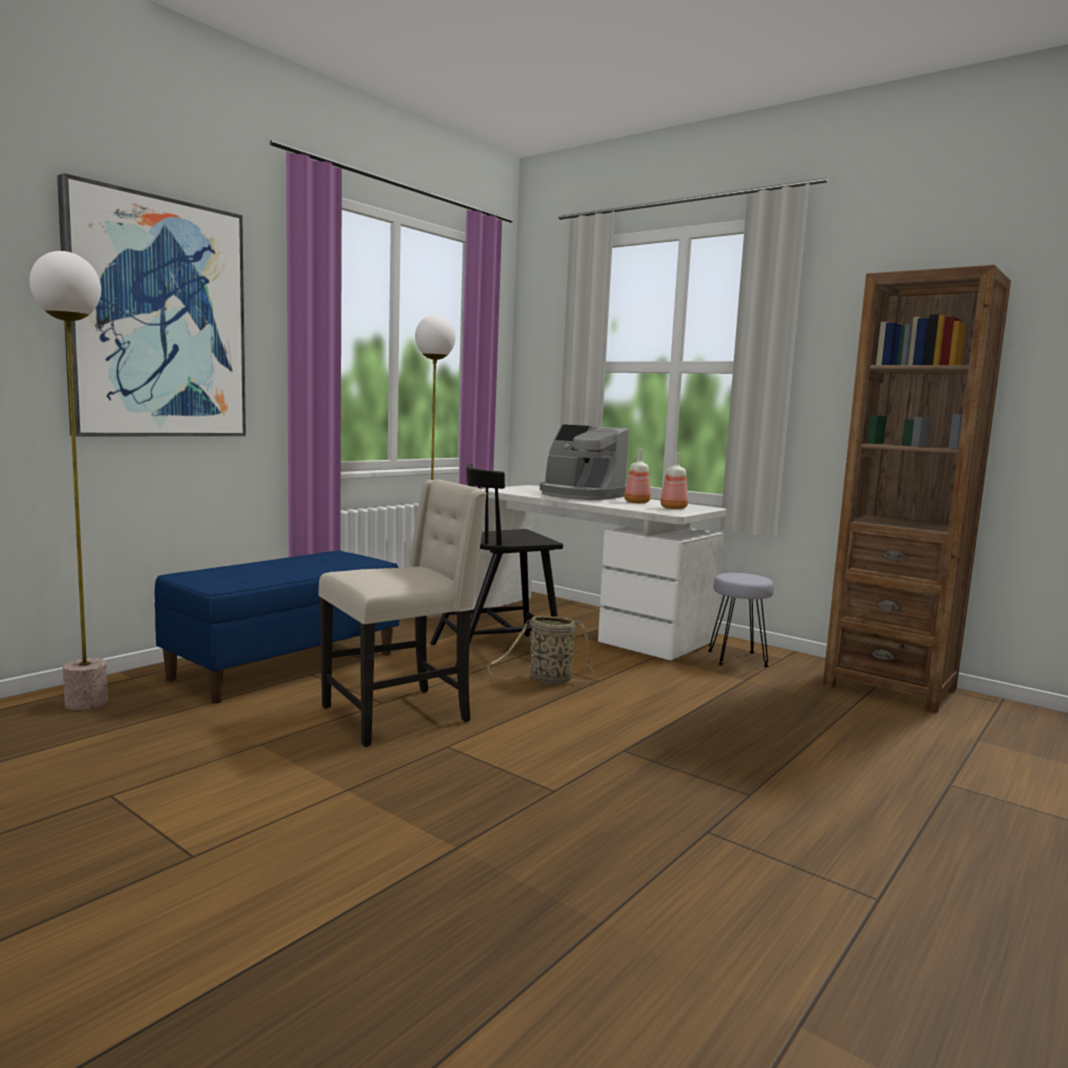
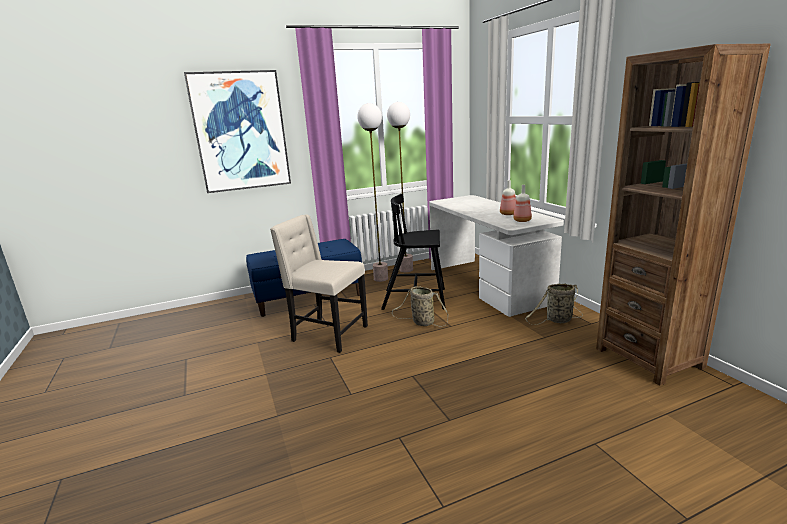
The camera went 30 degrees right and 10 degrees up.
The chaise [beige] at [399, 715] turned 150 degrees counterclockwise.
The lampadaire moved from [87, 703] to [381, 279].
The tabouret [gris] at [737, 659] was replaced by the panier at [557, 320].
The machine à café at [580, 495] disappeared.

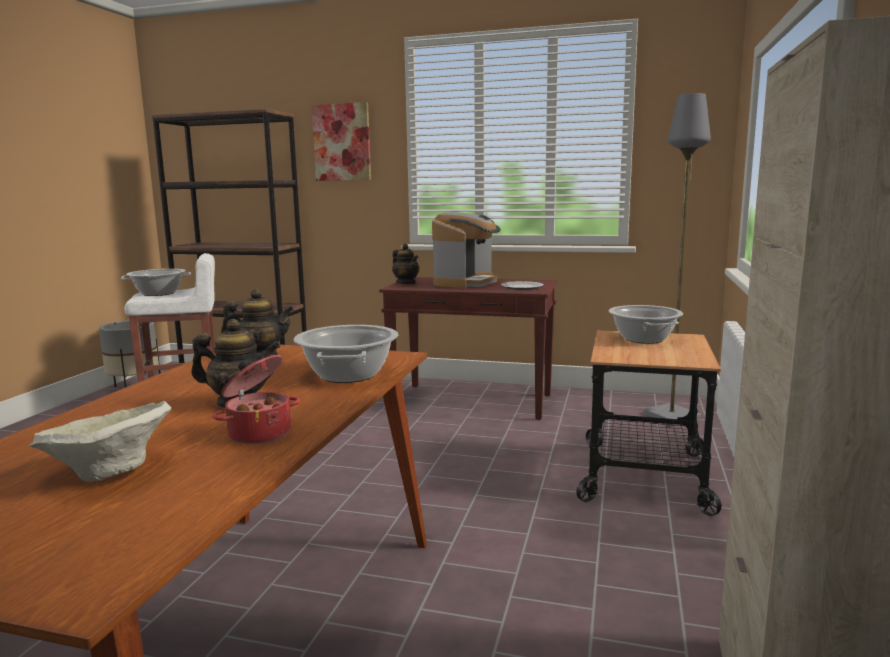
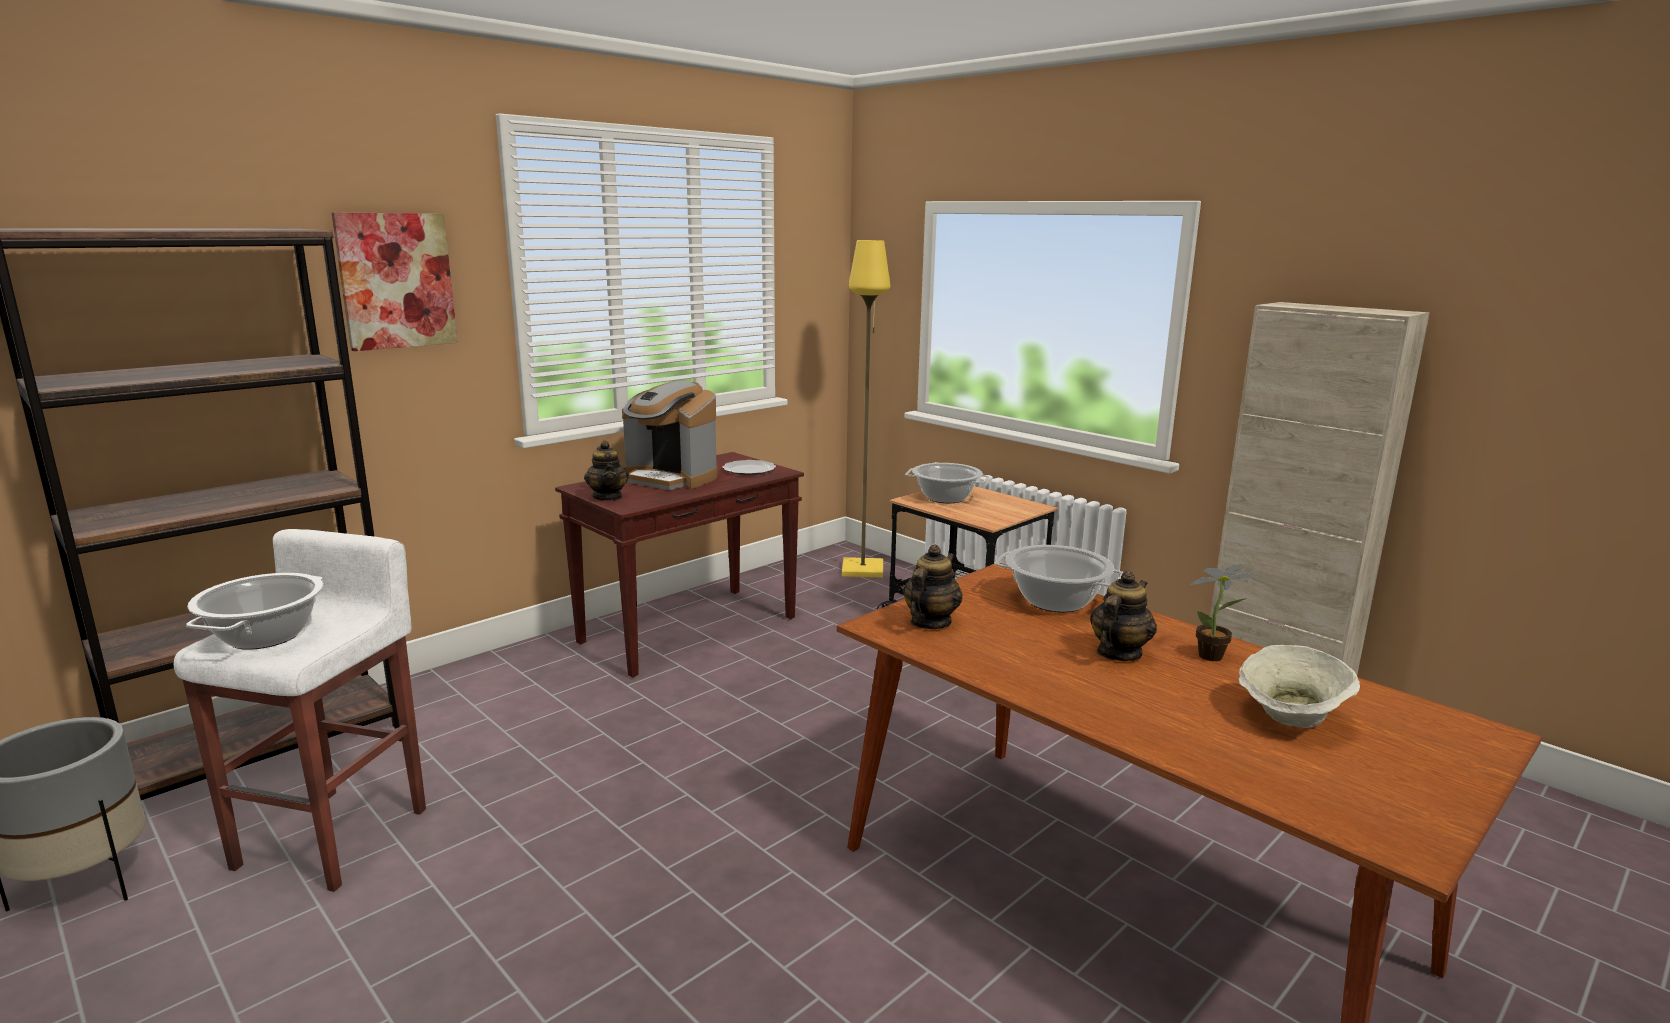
The camera went 60 degrees left and 5 degrees up.
The théière at [406, 283] turned 75 degrees clockwise.
The machine à café at [466, 283] turned 150 degrees clockwise.
The lampadaire [gris] at [672, 416] became the lampadaire [jaune] at [863, 569].
The marmite at [259, 433] was replaced by the plante en pot at [1215, 657].

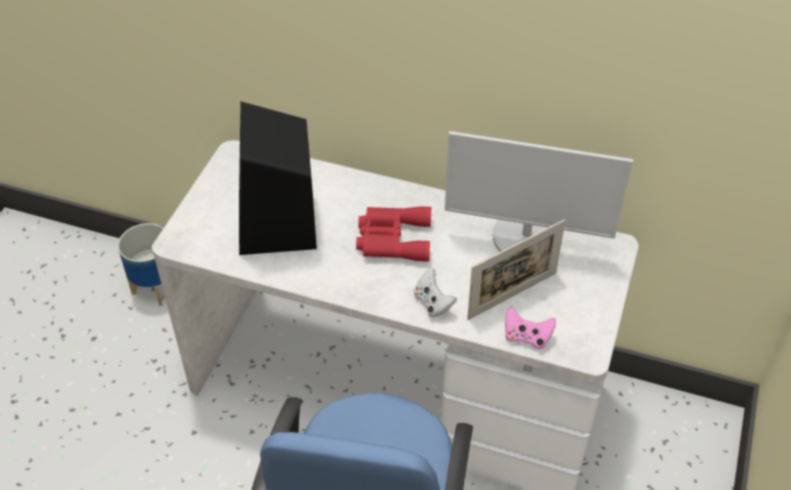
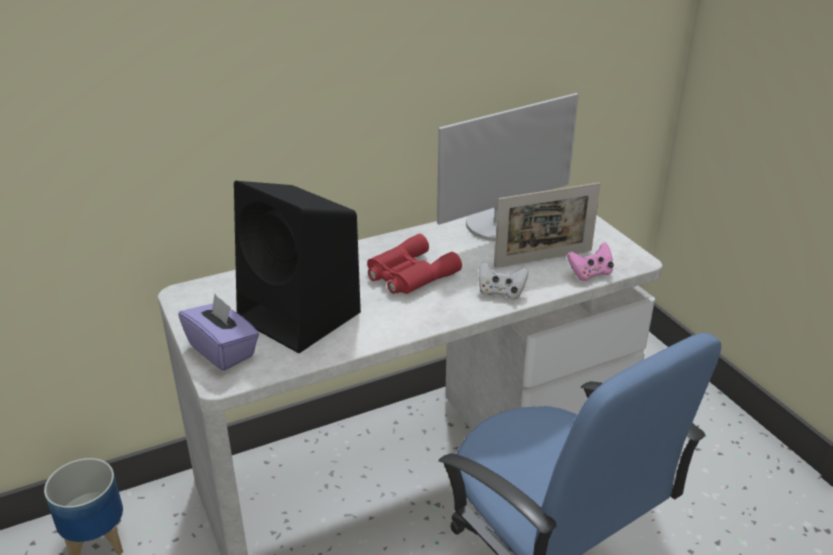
The camera went 45 degrees left and 15 degrees down.
The boîte à mouchoirs [violet] at [223, 350] appeared.
The cadre photo at [512, 295] turned 60 degrees clockwise.

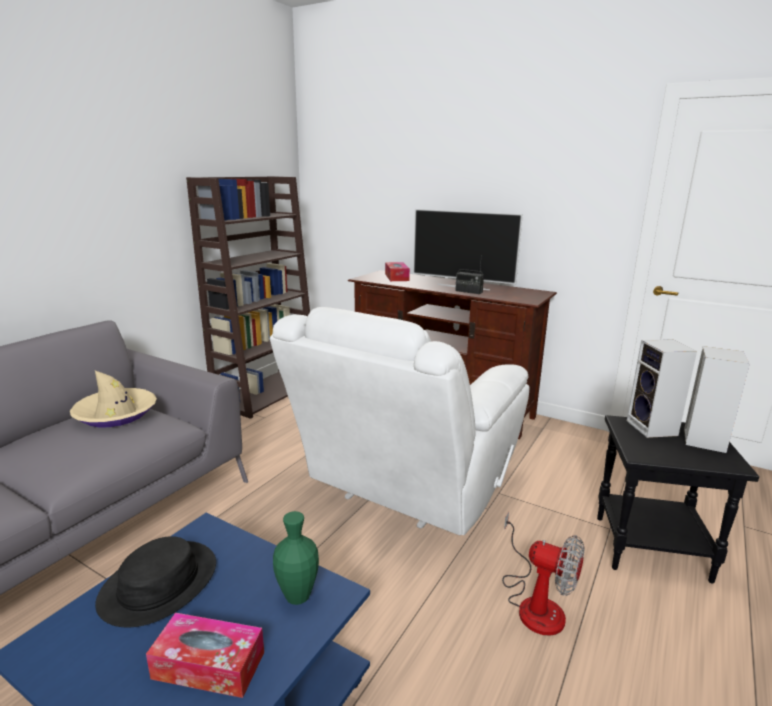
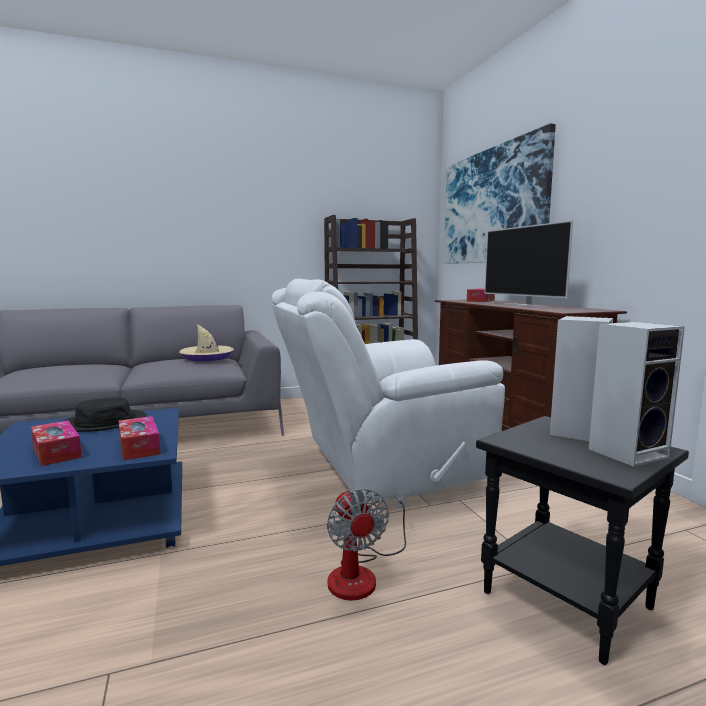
The camera went 40 degrees right and 10 degrees down.
The vase [vert] at [297, 596] was replaced by the boîte à mouchoirs at [139, 446].
The tableau at [492, 206] appeared.
The radio at [468, 291] disappeared.

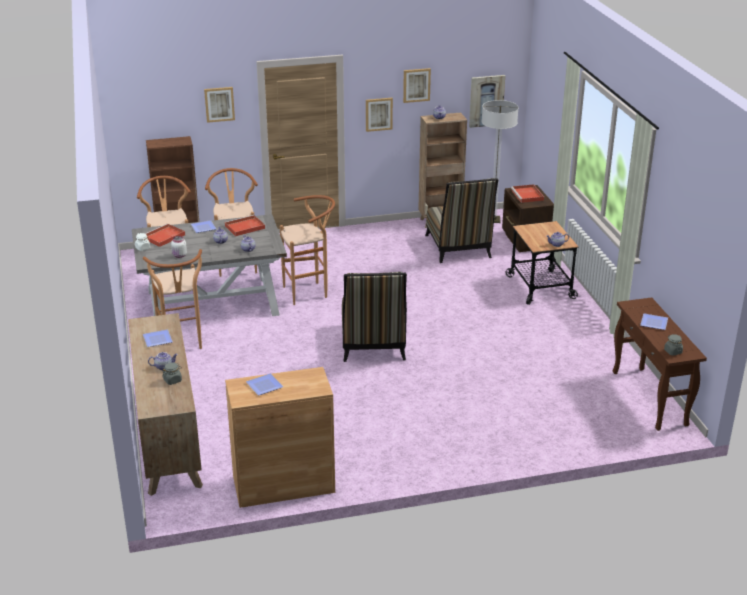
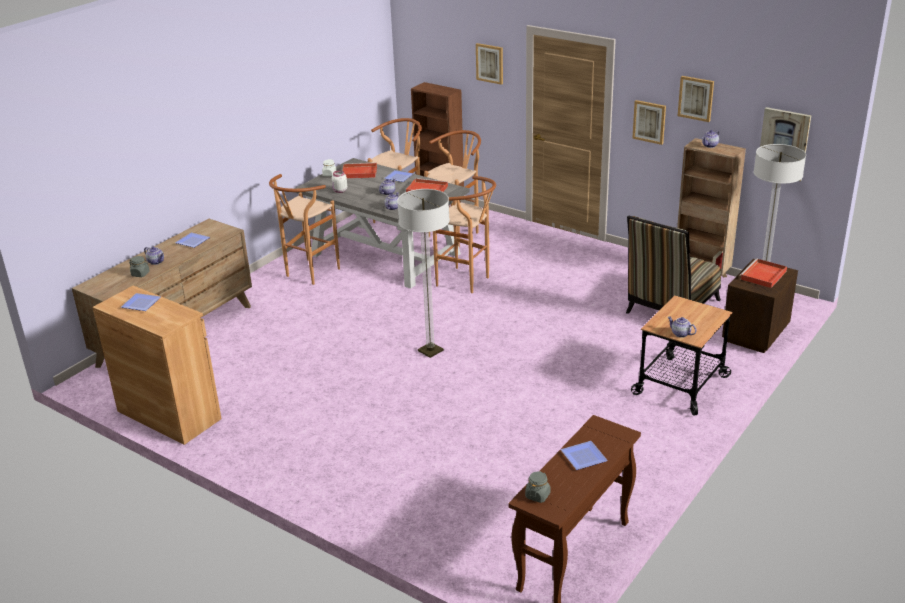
The camera went 50 degrees right and 0 degrees up.
The chaise at [373, 345] was replaced by the lampadaire at [430, 351].

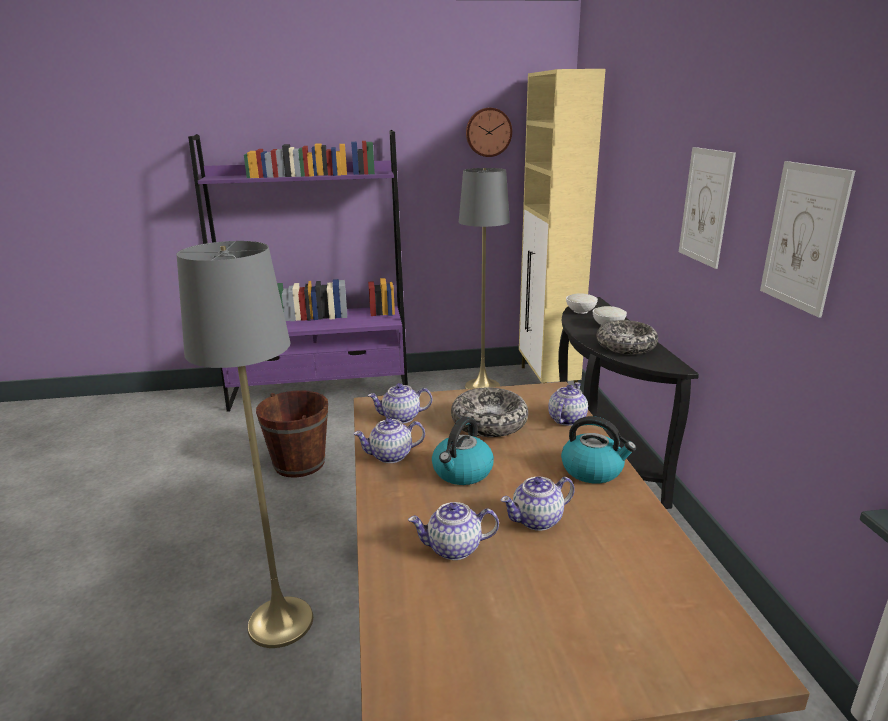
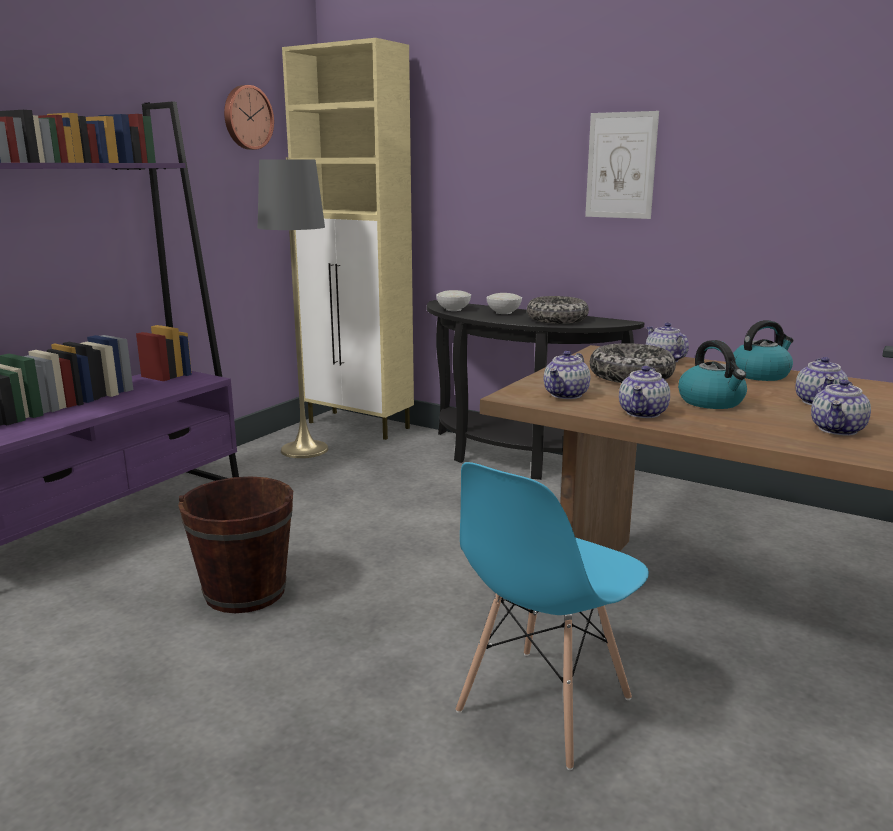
The camera went 50 degrees left and 5 degrees down.
The lampadaire [gris] at [280, 622] was replaced by the chaise [bleu] at [543, 705].
The tableau at [803, 237] disappeared.

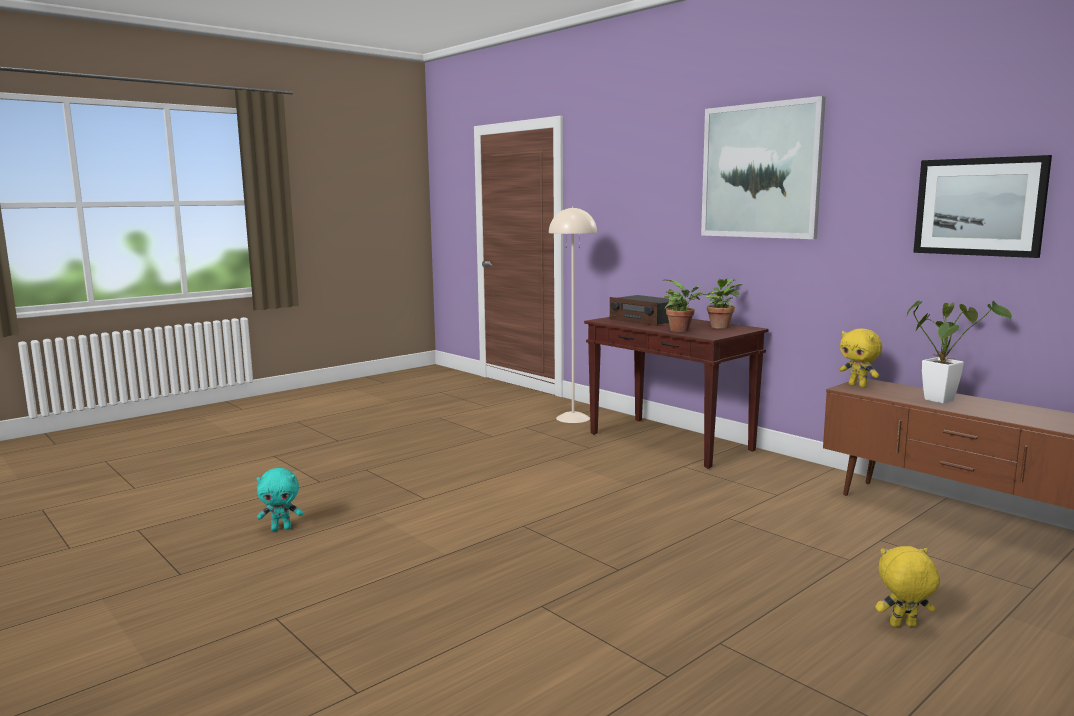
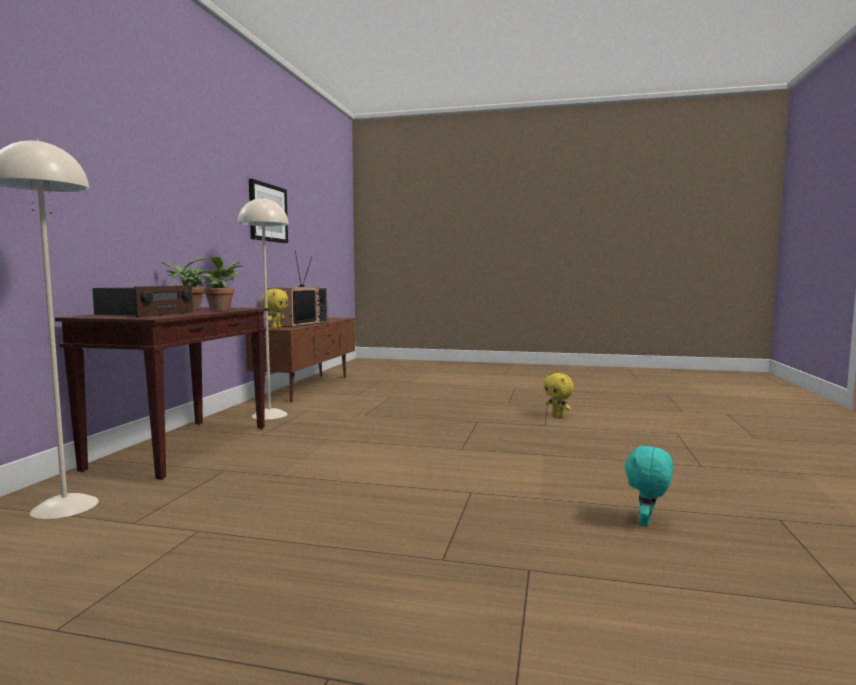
The camera went 125 degrees left and 5 degrees down.
The lampadaire [beige] at [269, 415] appeared.
The plante en pot at [943, 399] was replaced by the téléviseur at [297, 324].
The peluche [jaune] moved from [903, 626] to [558, 416].
The peluche [turquoise] at [281, 528] turned 105 degrees counterclockwise.
The tableau at [760, 171] disappeared.

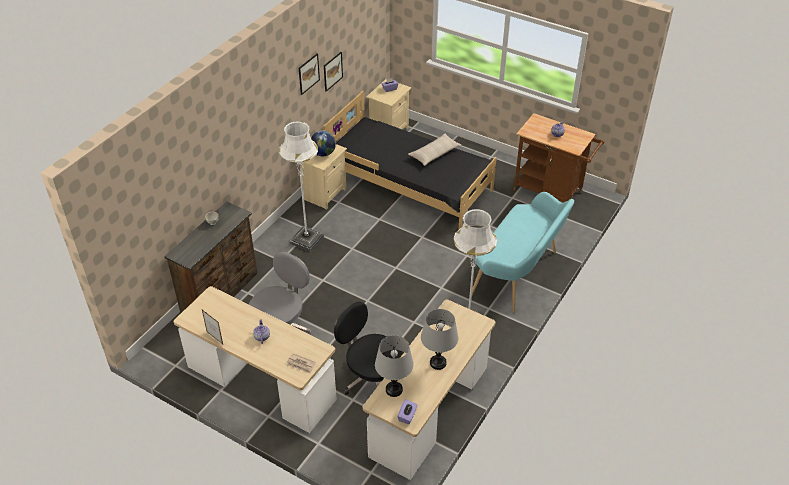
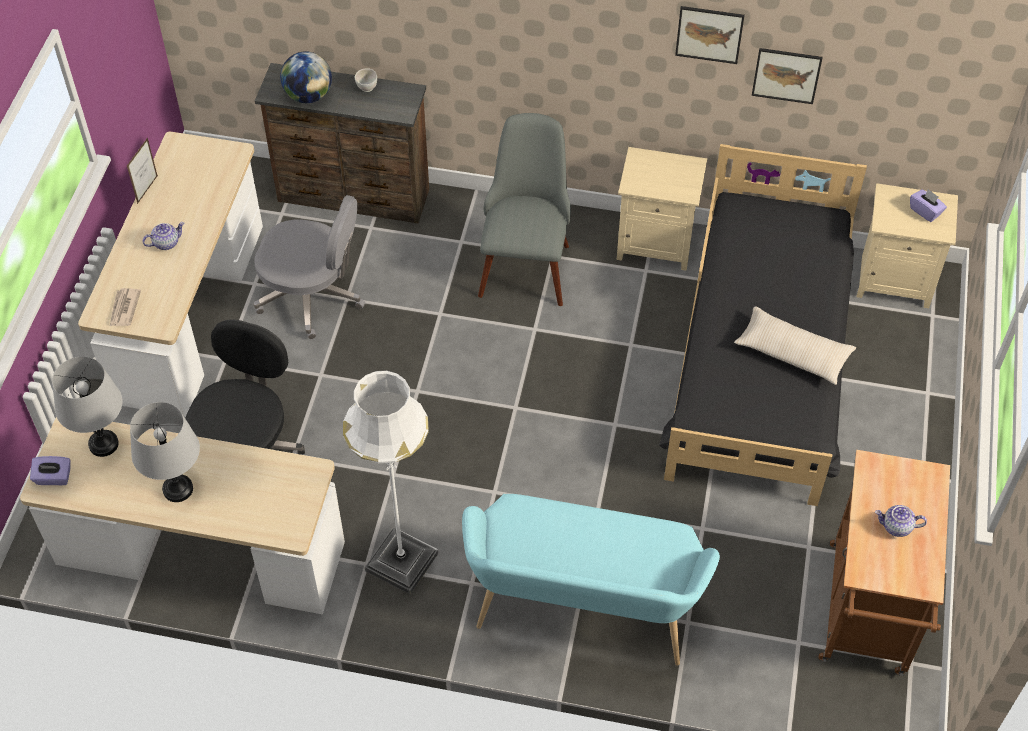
The camera went 70 degrees right and 10 degrees up.
The globe moved from [323, 153] to [308, 96].
The lampadaire [blanc] at [307, 240] was replaced by the chaise [gris] at [526, 259].

